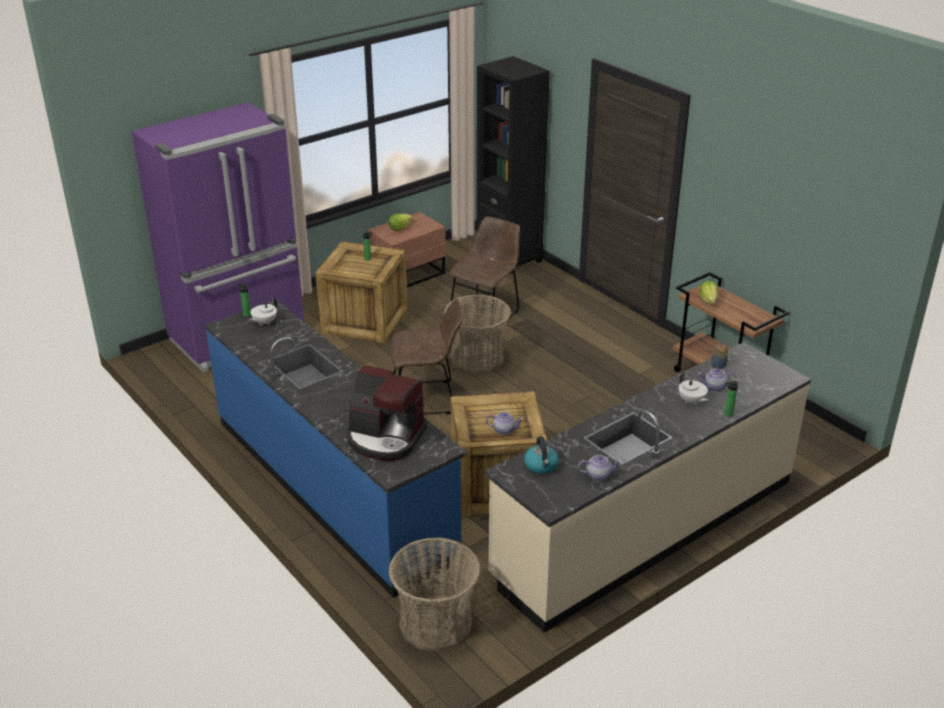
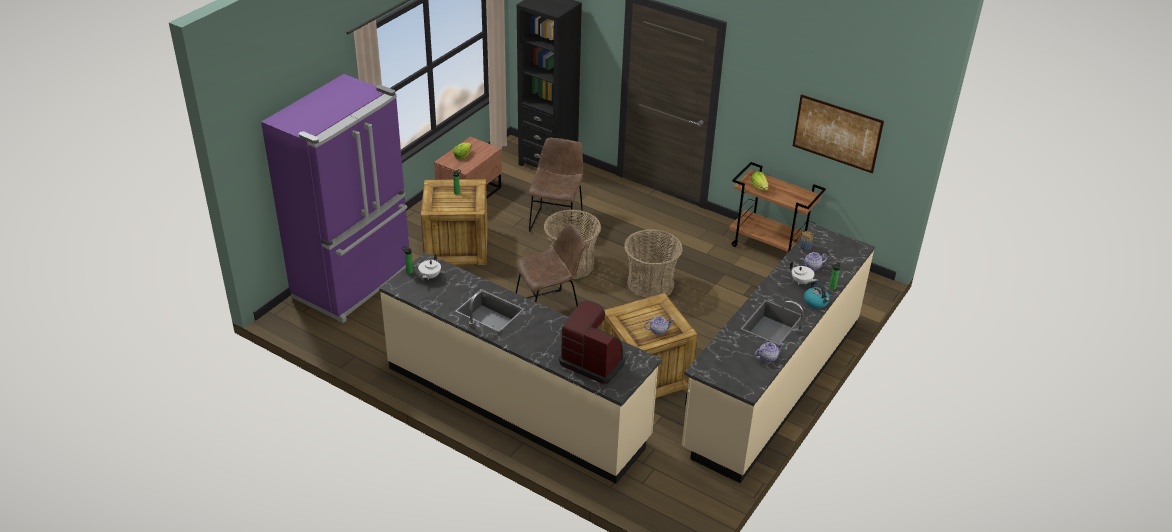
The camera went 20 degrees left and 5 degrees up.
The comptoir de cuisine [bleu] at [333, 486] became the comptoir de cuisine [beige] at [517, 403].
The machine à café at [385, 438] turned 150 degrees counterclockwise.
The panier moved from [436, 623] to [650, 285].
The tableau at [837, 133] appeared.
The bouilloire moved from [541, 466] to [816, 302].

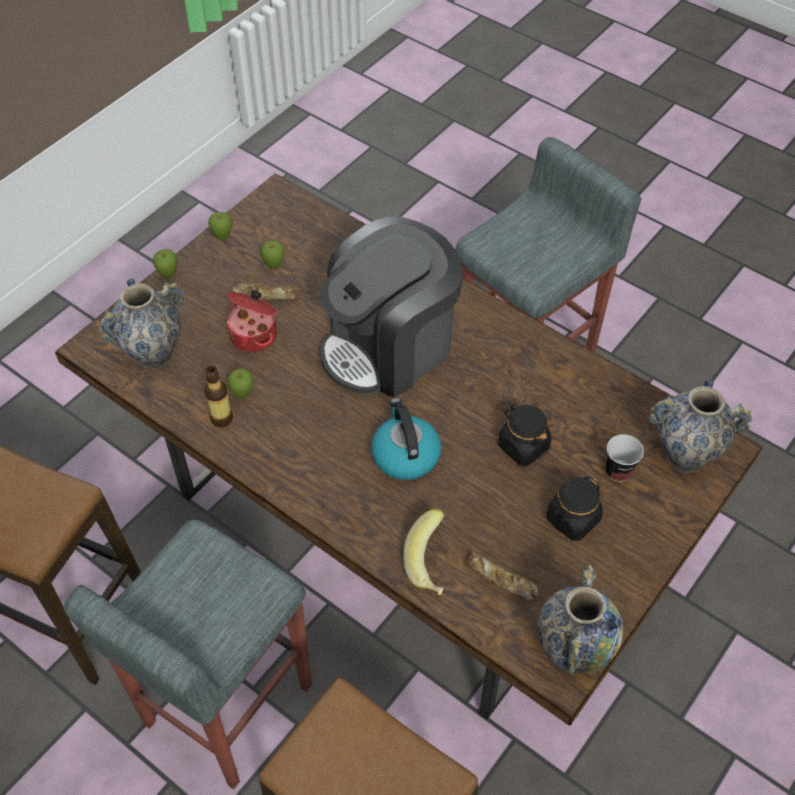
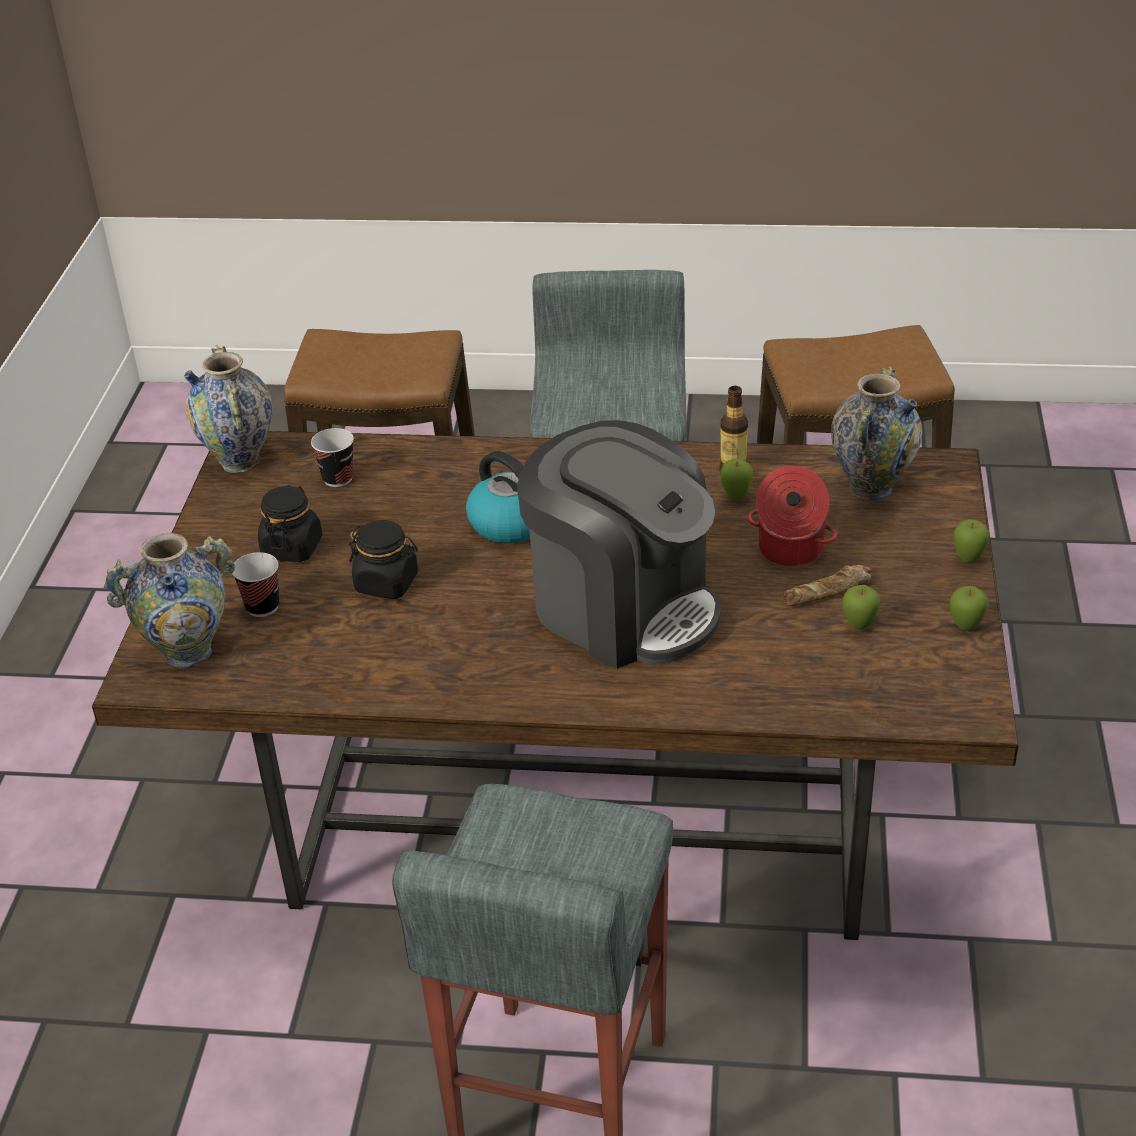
The camera went 150 degrees right and 15 degrees down.
The pain at [501, 580] was replaced by the tasse at [338, 478].
The machine à café at [389, 347] turned 105 degrees clockwise.
The banane at [432, 563] disappeared.

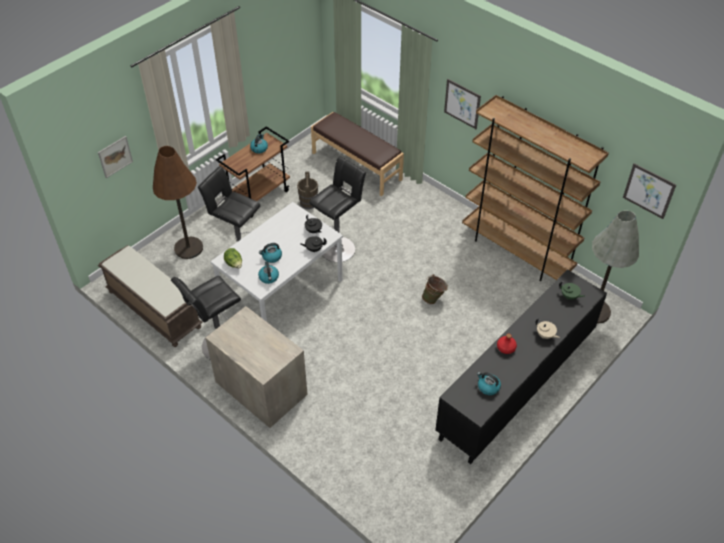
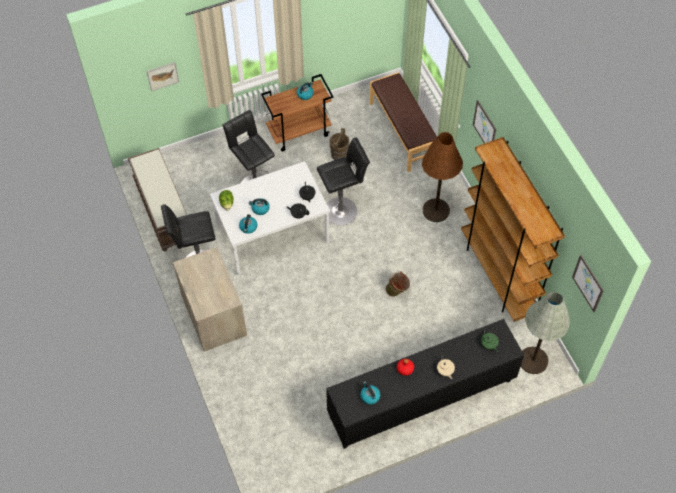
The camera went 25 degrees right and 10 degrees up.
The lampadaire [marron] moved from [188, 248] to [436, 210].

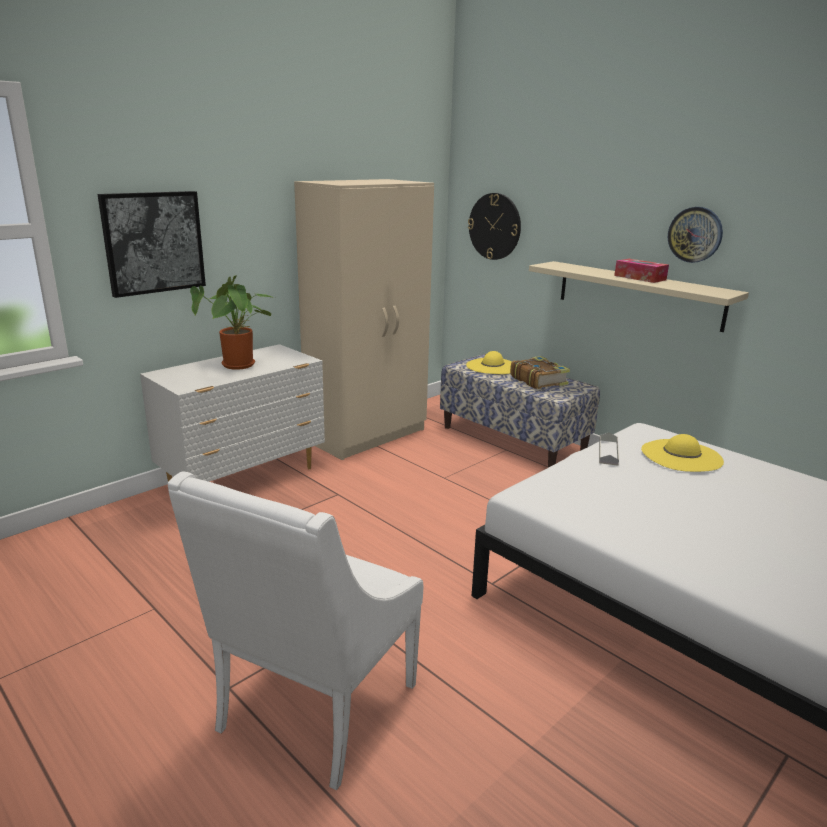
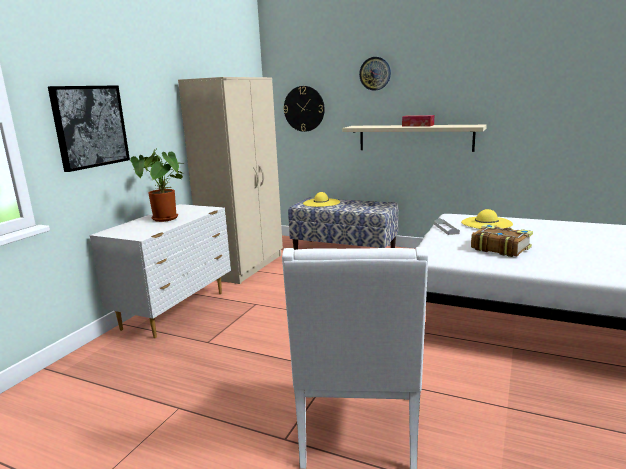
The camera went 20 degrees left and 5 degrees down.
The horloge murale moved from [695, 234] to [375, 73].
The livre moved from [538, 380] to [499, 248].

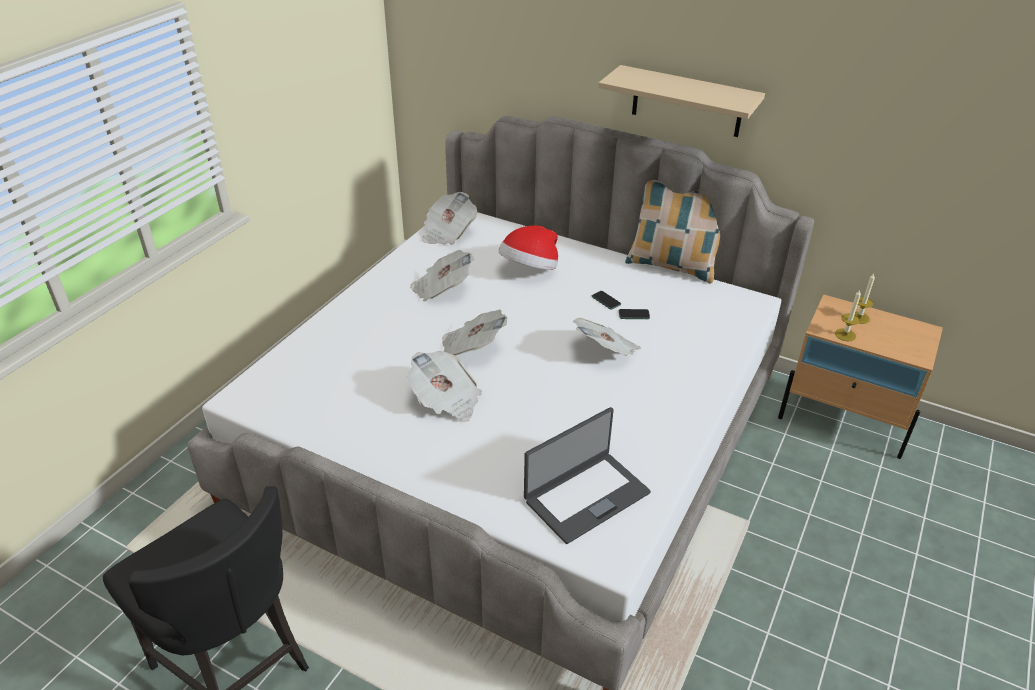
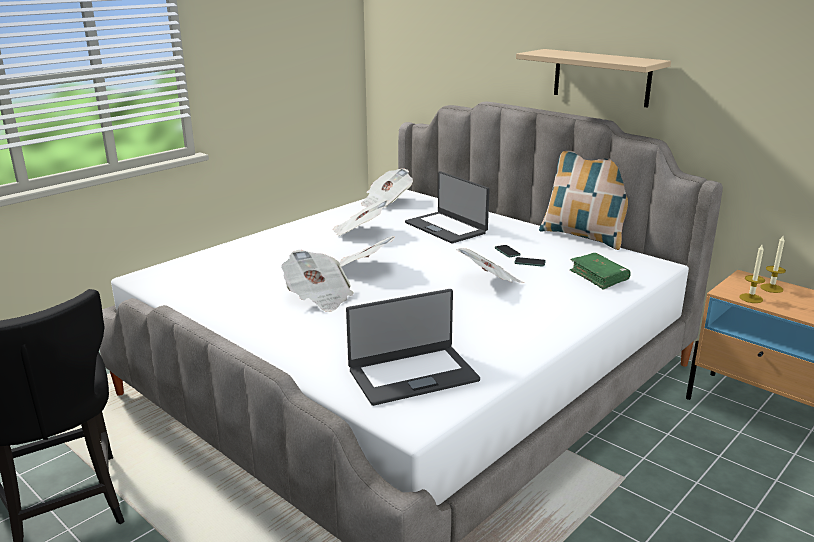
The camera went 15 degrees right and 15 degrees down.
The chapeau at [530, 269] was replaced by the ordinateur portable at [446, 228].
The livre [vert] at [599, 277] appeared.

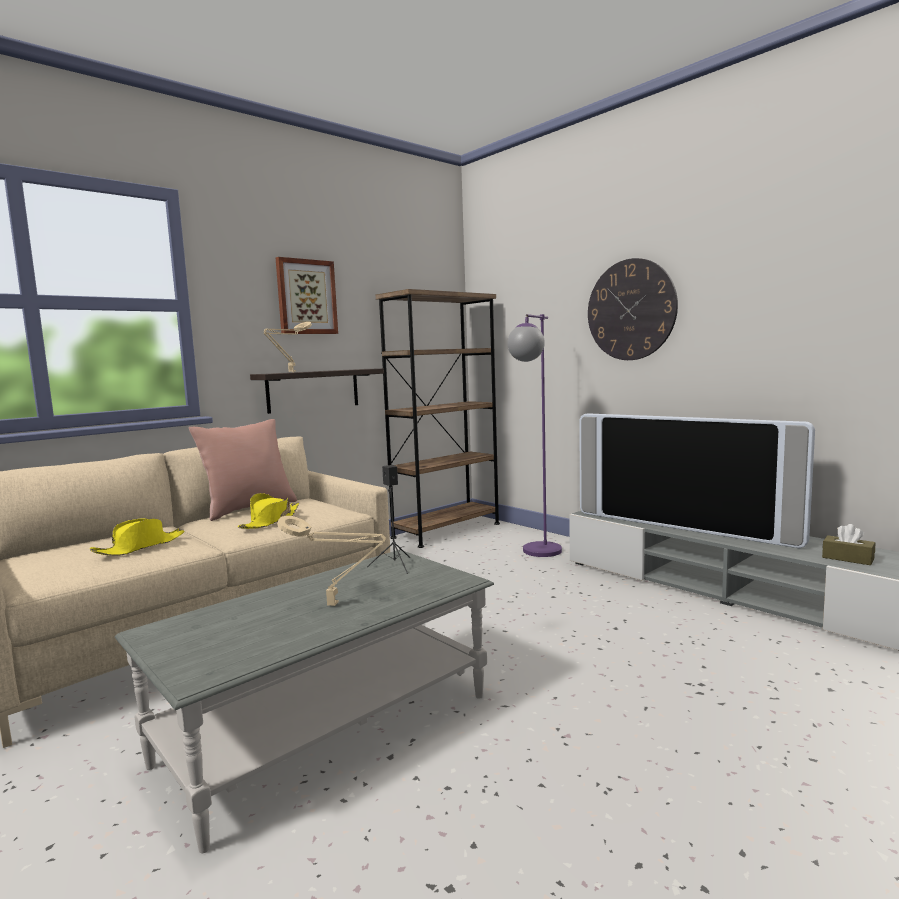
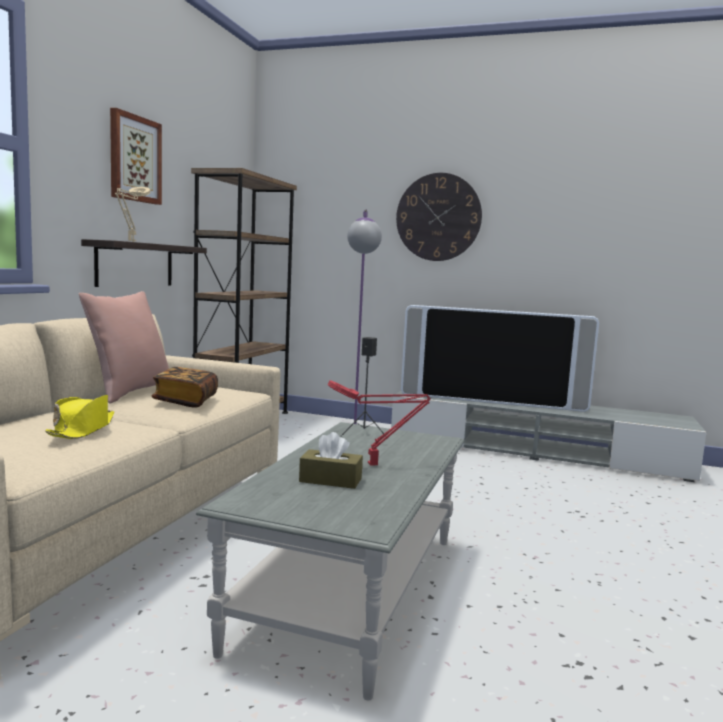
The camera went 30 degrees left and 0 degrees up.
The chapeau [jaune] at [270, 521] was replaced by the livre at [185, 401].
The boîte à mouchoirs [marron] moved from [847, 558] to [330, 480].
The lampe de table [beige] at [336, 605] became the lampe de table [rouge] at [376, 465].

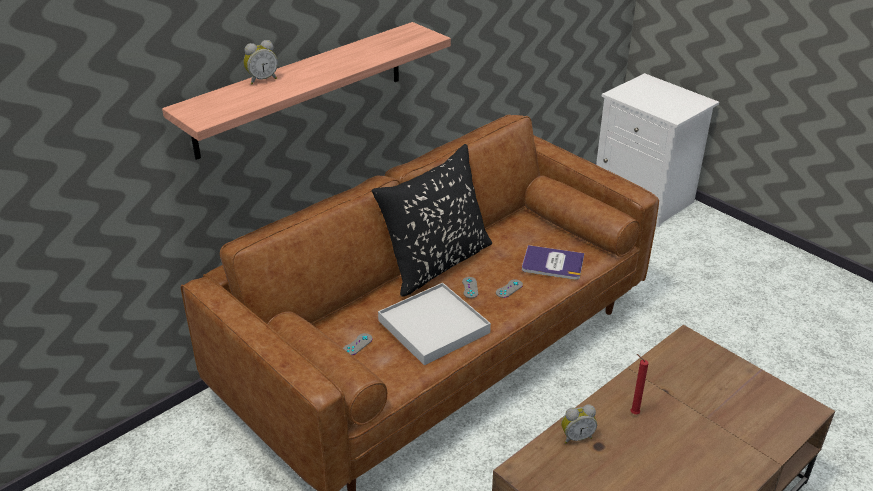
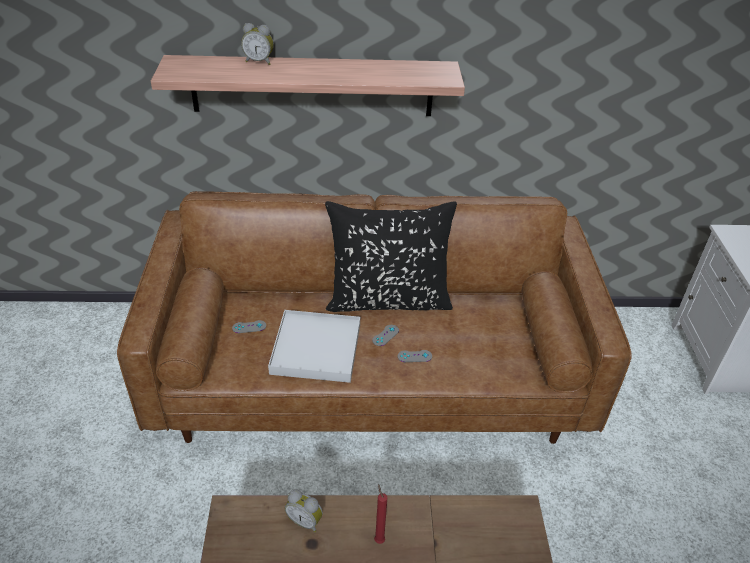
The camera went 40 degrees right and 5 degrees up.
The livre at [552, 263] disappeared.

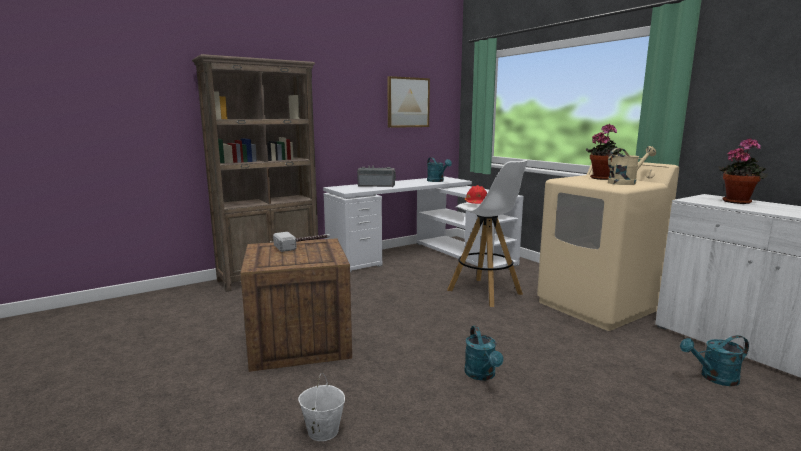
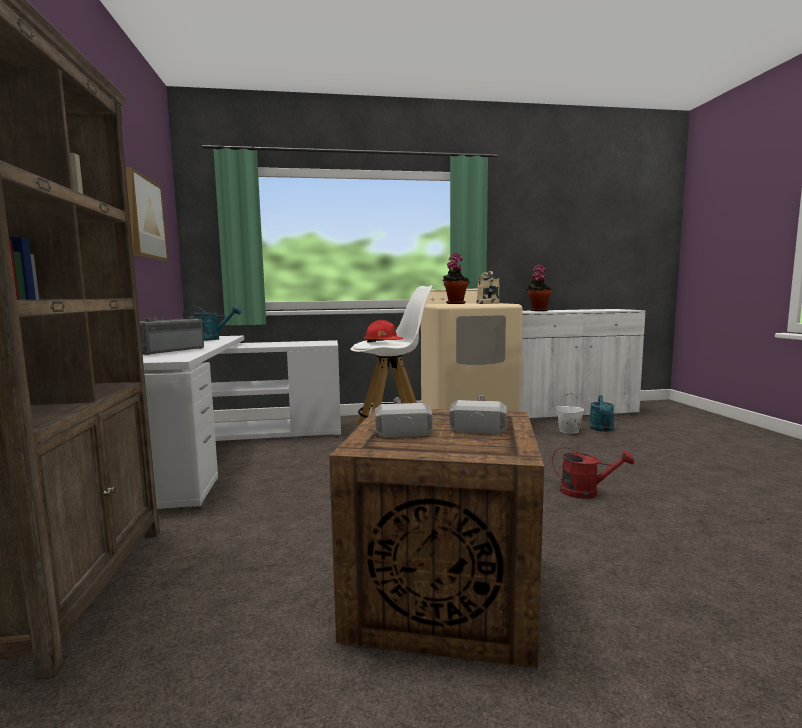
The camera went 65 degrees left and 5 degrees down.
The marteau at [479, 420] appeared.
The arrosoir [turquoise] at [482, 375] became the arrosoir [rouge] at [586, 492].
The seau [blanc] moved from [322, 431] to [569, 431].

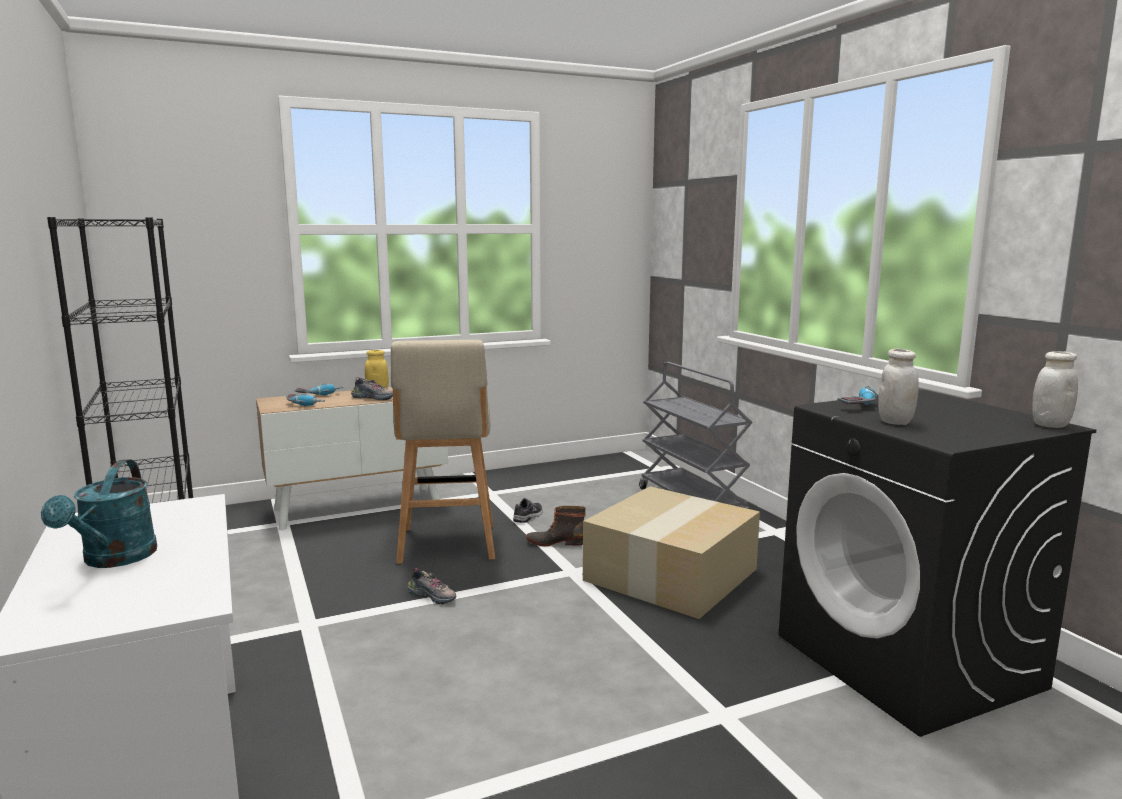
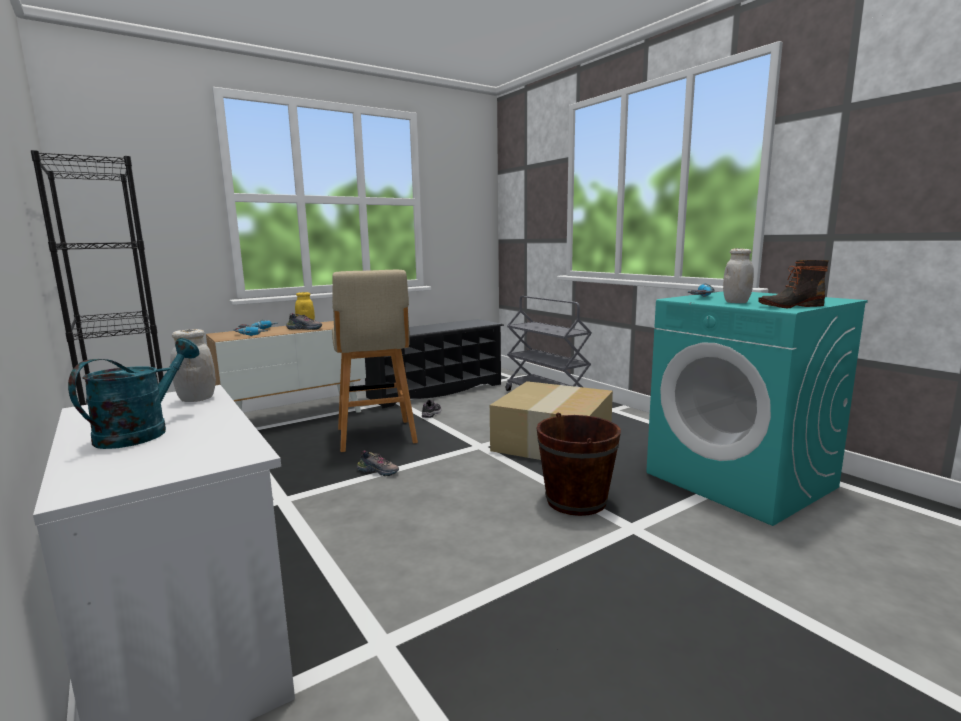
The camera went 10 degrees left and 0 degrees up.
The arrosoir [turquoise] at [114, 559] turned 150 degrees counterclockwise.
The bocal [blanc] moved from [1050, 425] to [197, 399].
The étagère à chaussures [noir] at [435, 390] appeared.
The seau [marron] at [576, 501] appeared.
The lave-linge [noir] at [908, 661] became the lave-linge [turquoise] at [741, 480].
The botte moved from [556, 542] to [789, 306].

